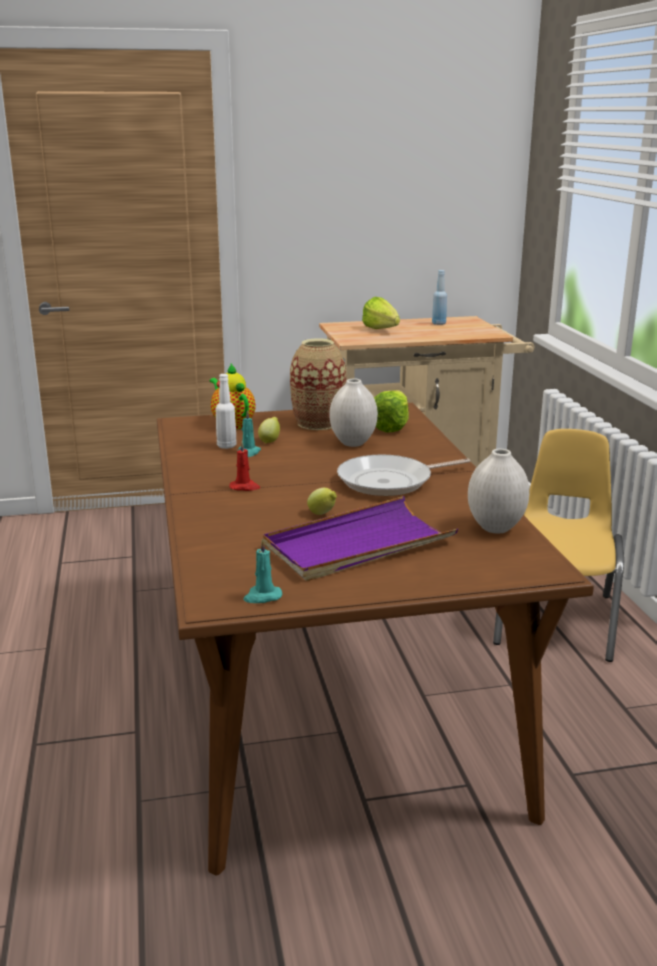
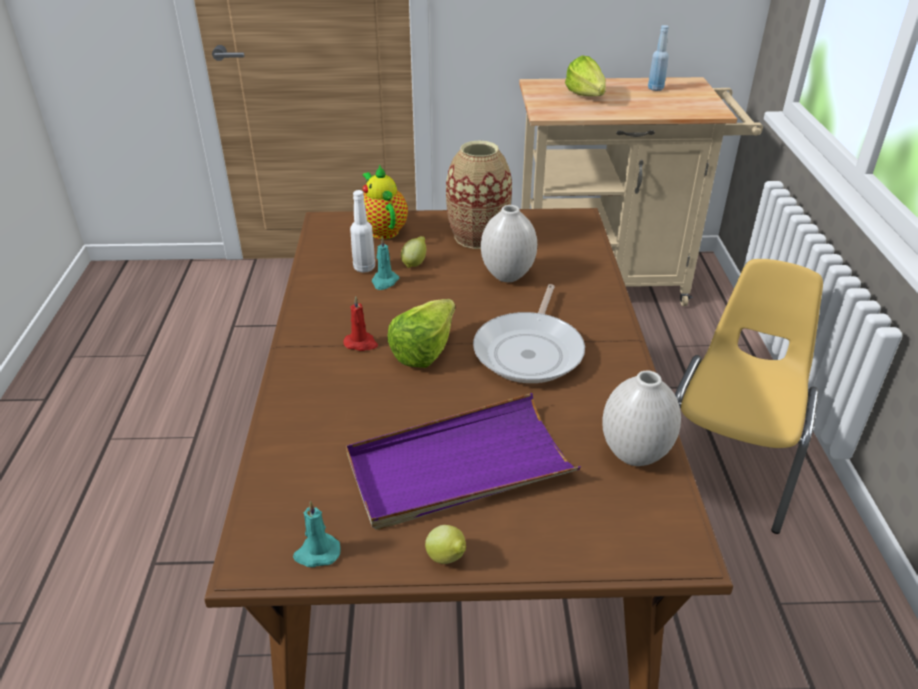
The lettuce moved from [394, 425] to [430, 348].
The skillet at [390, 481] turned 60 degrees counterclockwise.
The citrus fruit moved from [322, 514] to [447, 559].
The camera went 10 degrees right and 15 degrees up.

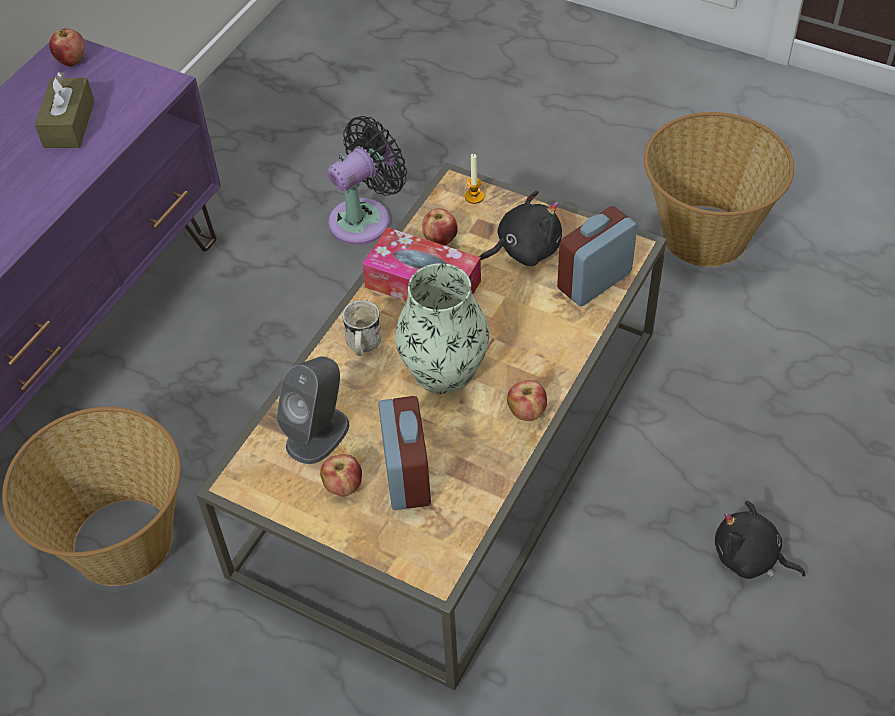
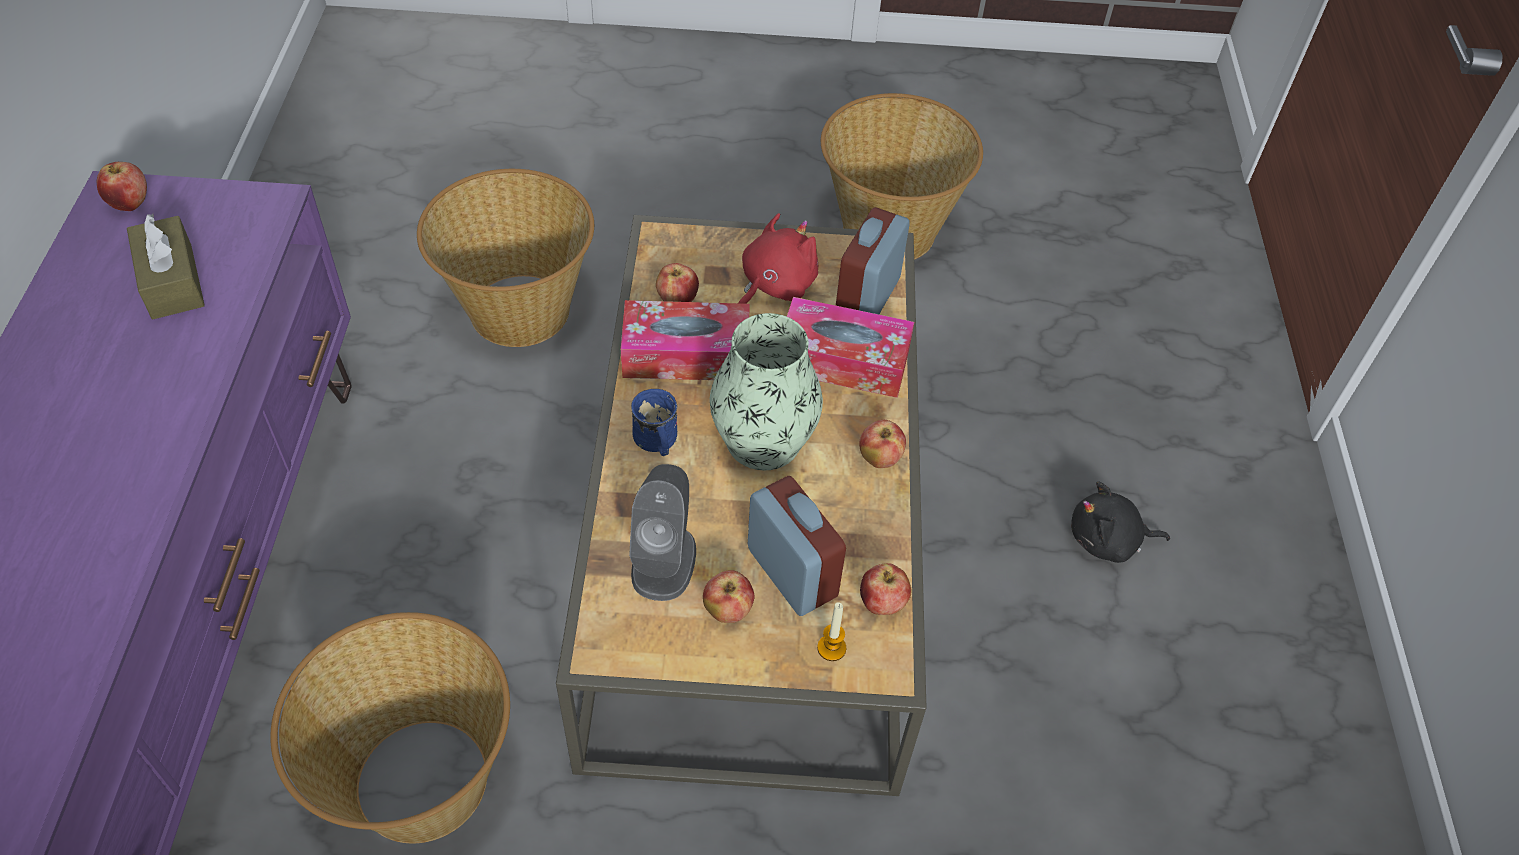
The electric fan in blackish at [365, 218] was replaced by the basket at [519, 312].
The wax candle moved from [474, 196] to [831, 648].
The cuddly toy in blackish at [524, 250] became the cuddly toy in reddish at [774, 285].
The tea mug in white-coloured at [362, 345] became the tea mug in blue at [656, 443].
The box of tissues at [843, 360] appeared.
The apple fruit at [882, 603] appeared.
The camera went 30 degrees left and 0 degrees up.

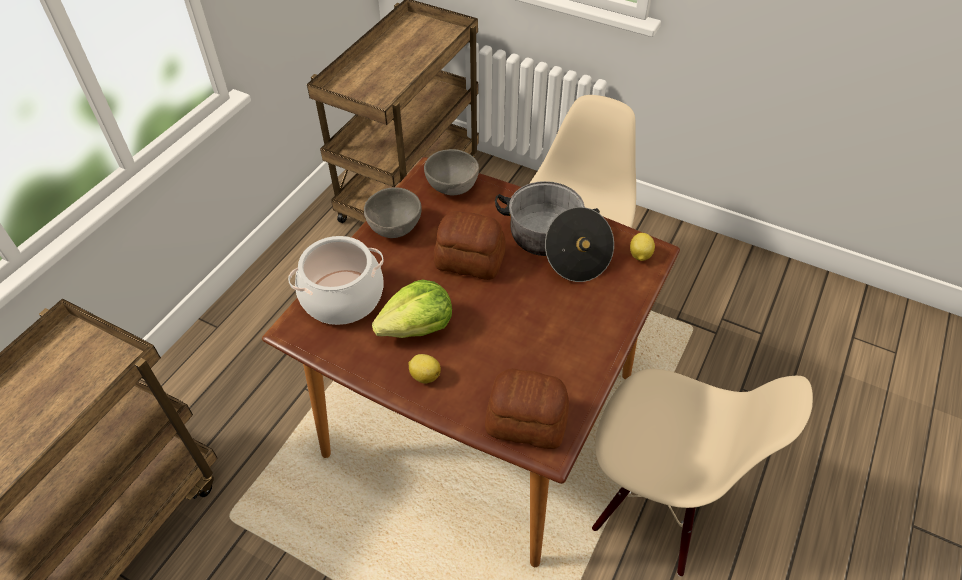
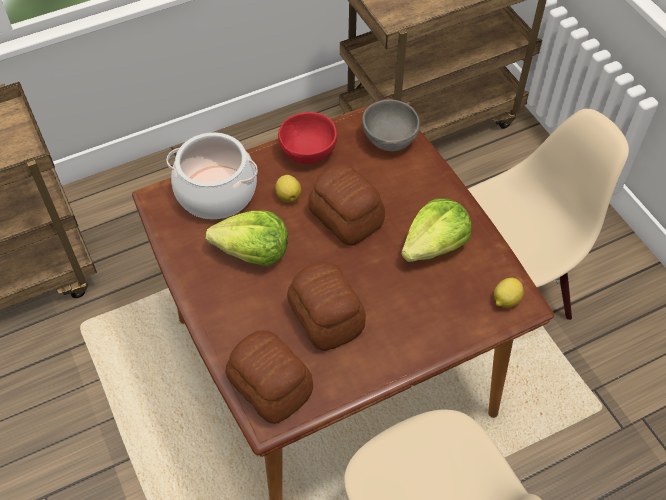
The stockpot at [555, 245] was replaced by the lettuce at [434, 245].
The deep dish in grey at [394, 228] became the deep dish in reddish at [307, 152].
The citrus fruit moved from [424, 375] to [288, 196].
The bakery bread at [326, 316] appeared.
The camera went 35 degrees right and 5 degrees up.

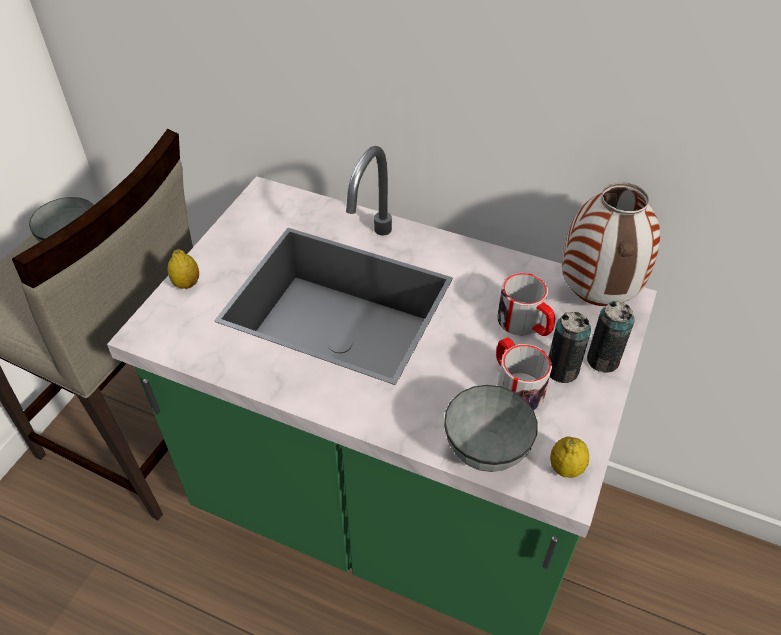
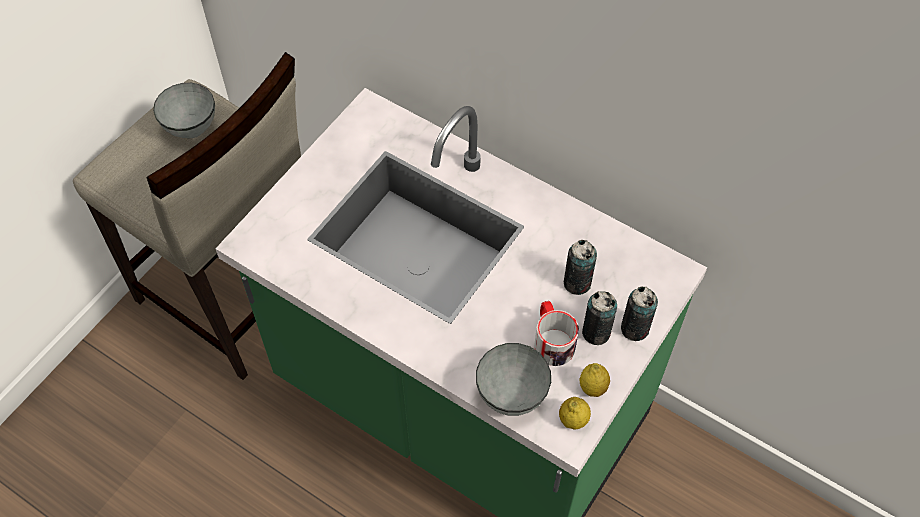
The decorative vase at [597, 299] disappeared.
The citrus fruit moved from [186, 283] to [592, 387].
The tea mug at [525, 324] was replaced by the can at [577, 283].
The camera went 10 degrees right and 10 degrees up.

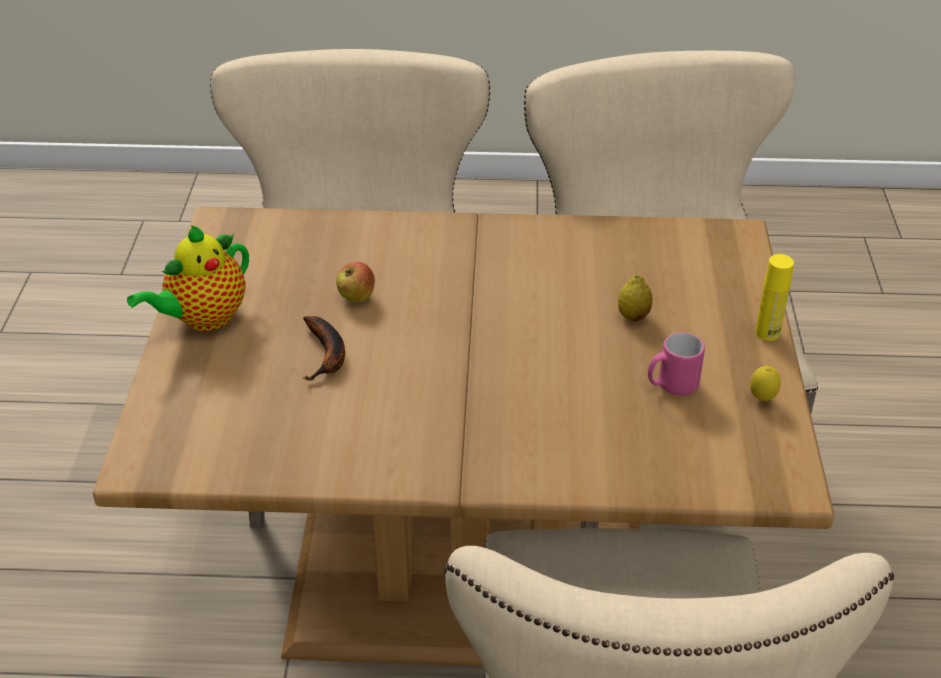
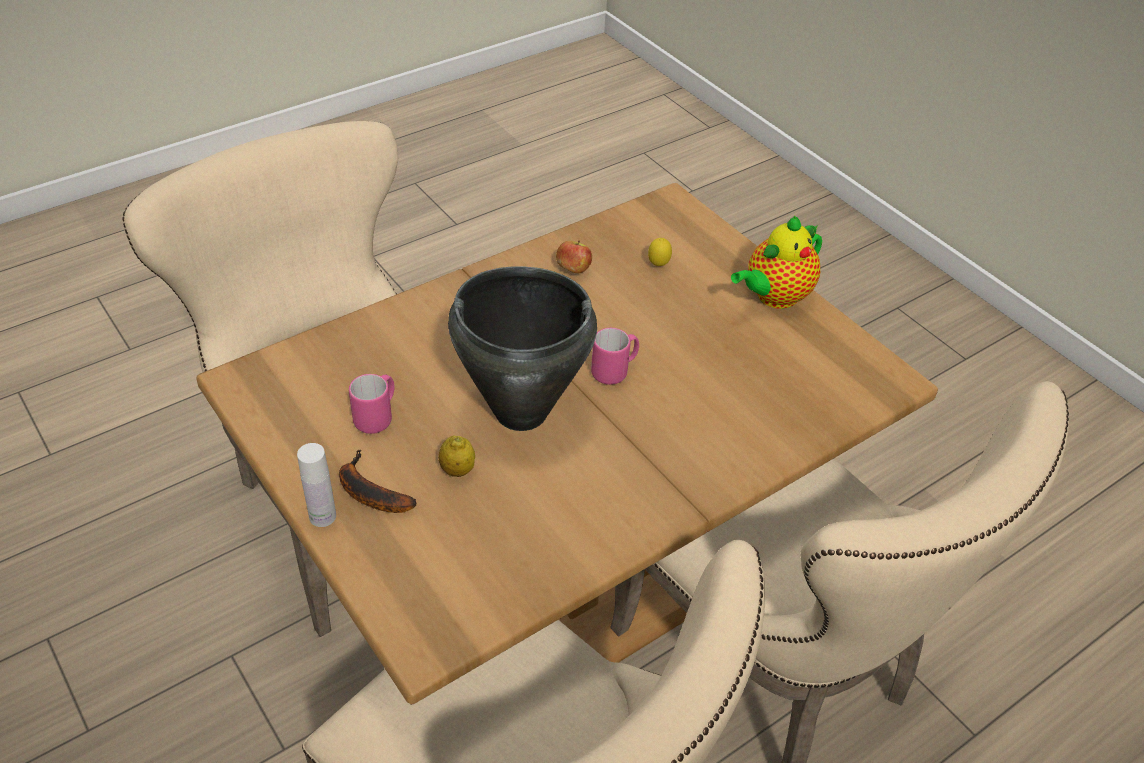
The pot for tea at [203, 319] turned 135 degrees counterclockwise.
The drink bottle in yellow at [767, 333] became the drink bottle in white-coloured at [322, 516].
The apple fruit moved from [357, 297] to [573, 269].
The banana moved from [327, 354] to [368, 492].
The citrus fruit moved from [762, 399] to [658, 265].
The stockpot in blackish at [520, 411] appeared.
The tea mug in pink-coloured at [615, 371] appeared.
The camera went 140 degrees right and 5 degrees up.

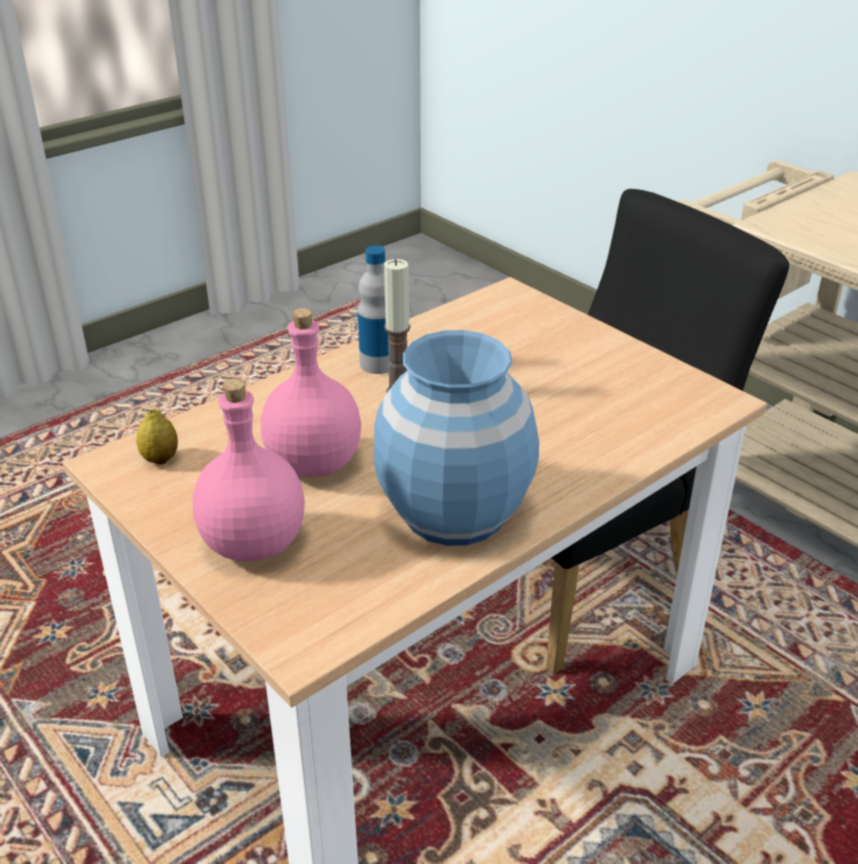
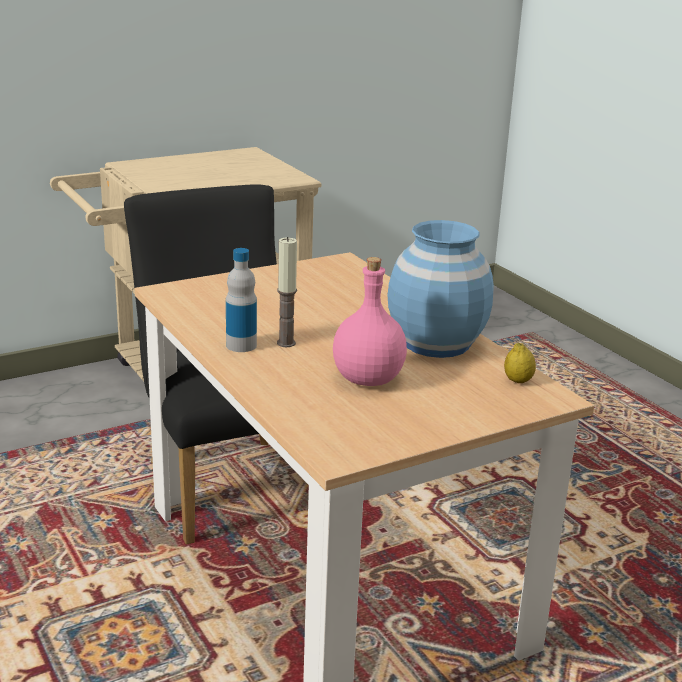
The drink bottle in pink-coloured at [254, 542] disappeared.
The citrus fruit moved from [160, 459] to [518, 381].
The camera went 80 degrees left and 10 degrees down.

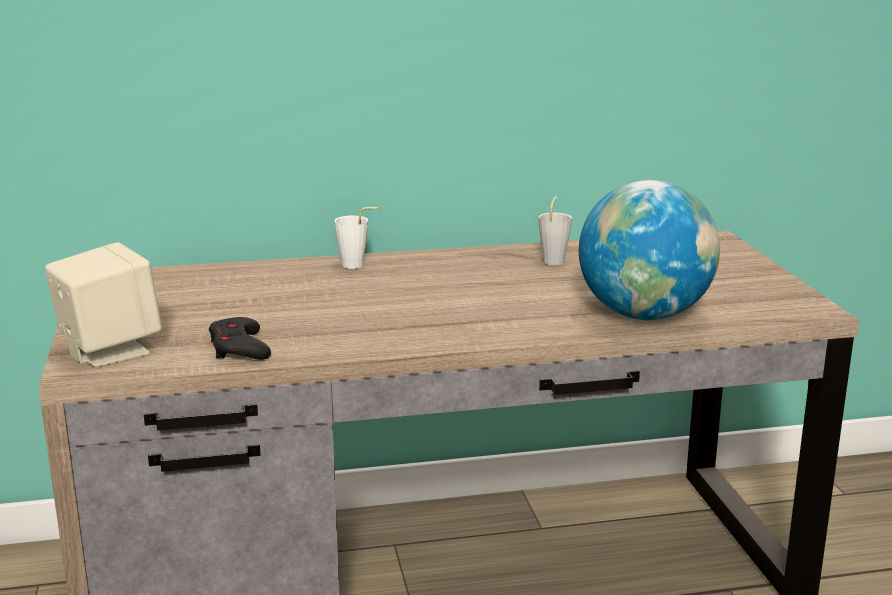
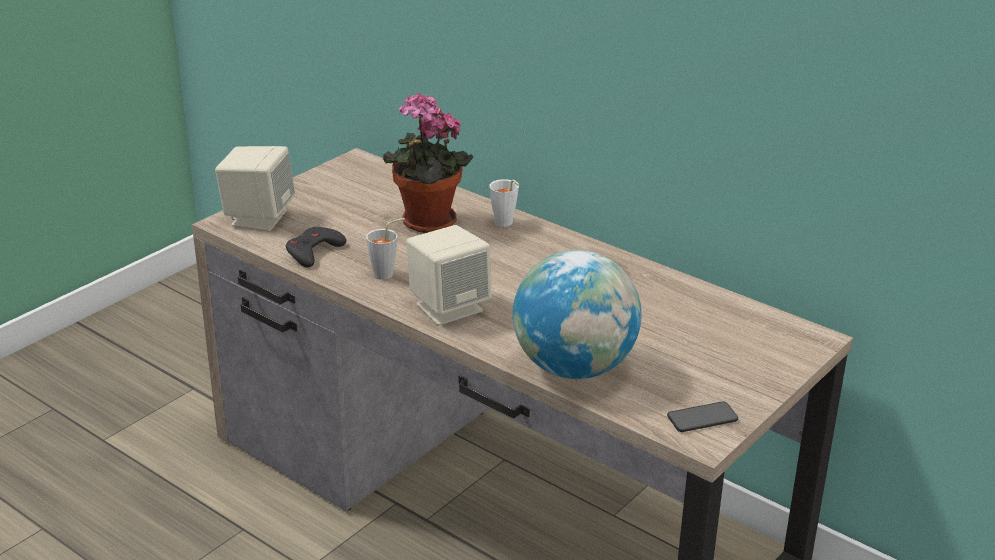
The small cup in grey moved from [554, 260] to [387, 273].
The plant in a pot at [425, 224] appeared.
The audio speaker in beige at [449, 307] appeared.
The telephone at [702, 418] appeared.
The camera went 50 degrees right and 10 degrees up.

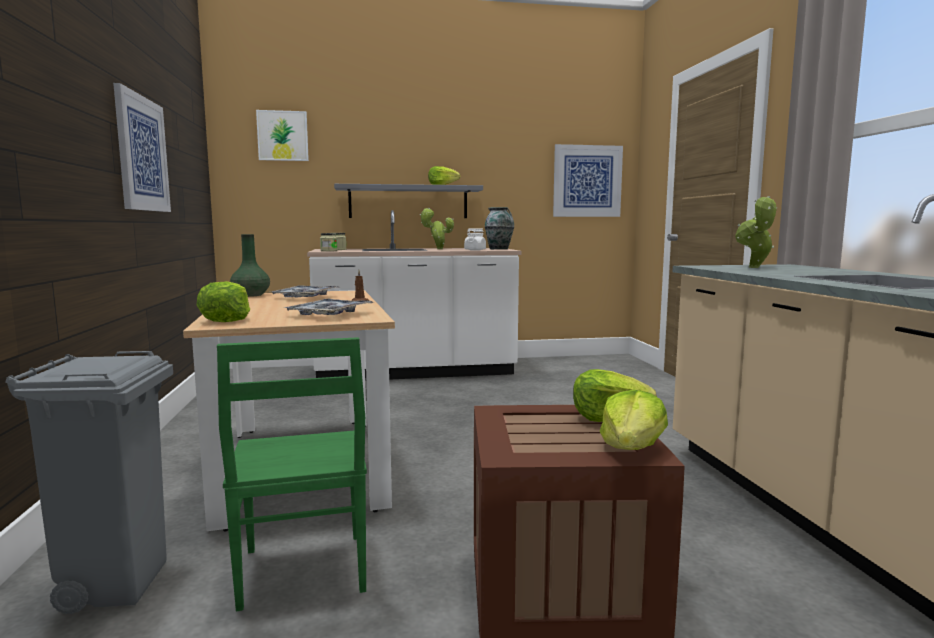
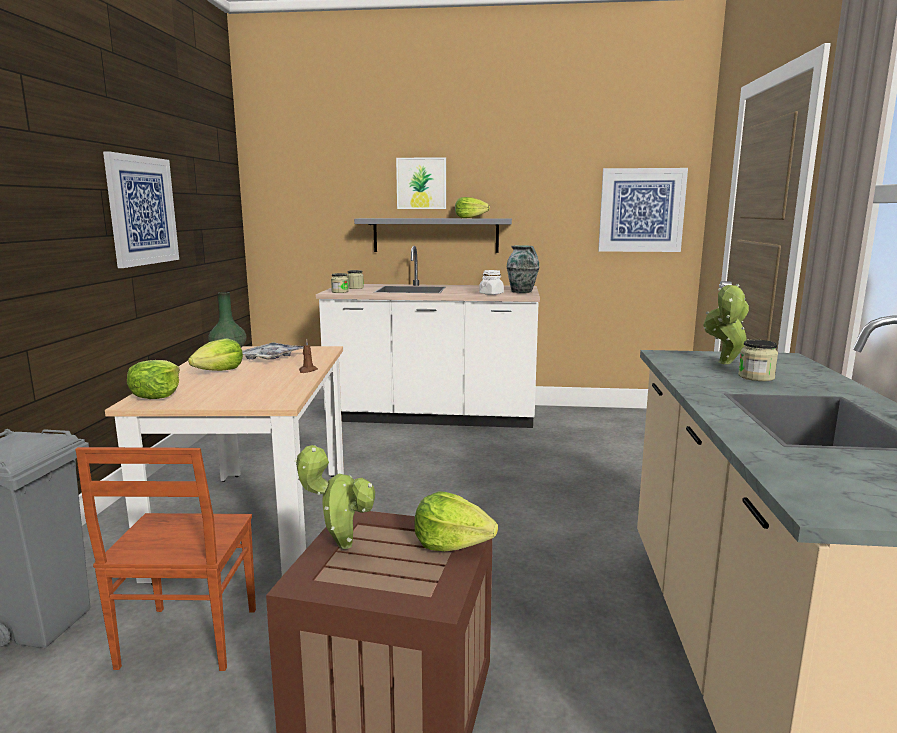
The wall picture moved from [282, 136] to [421, 183].
The plant in a pot moved from [437, 249] to [340, 545].
The carrying tray at [329, 314] disappeared.
The upright chair in green-coloured at [301, 572] became the upright chair in brownish at [186, 639].
The lettuce moved from [632, 448] to [219, 371].
The storage jar at [756, 377] appeared.
The camera went 15 degrees right and 5 degrees up.

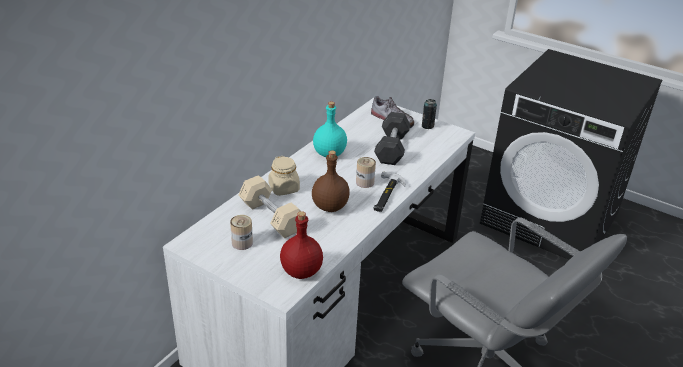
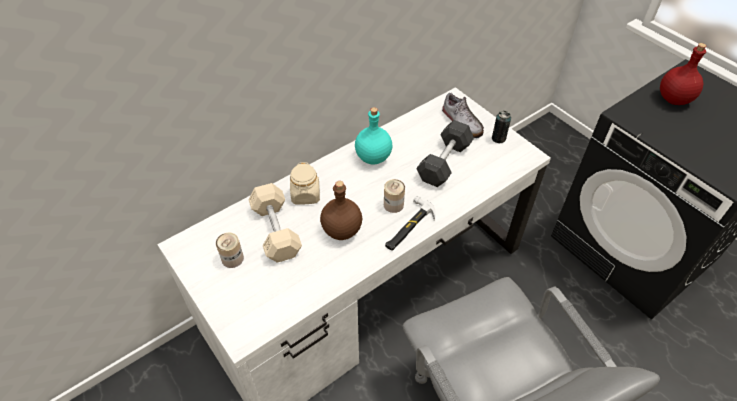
The drink bottle in reddish moved from [301, 271] to [673, 99].
The camera went 20 degrees right and 15 degrees up.

